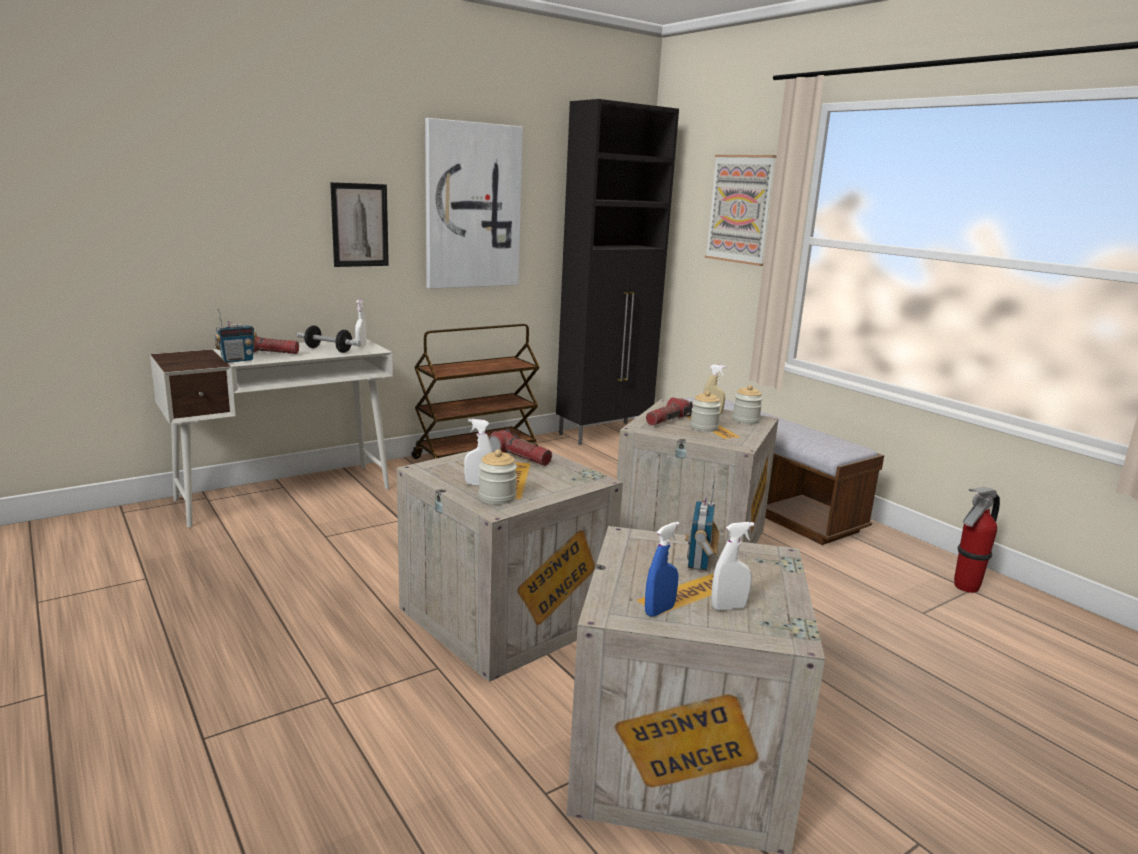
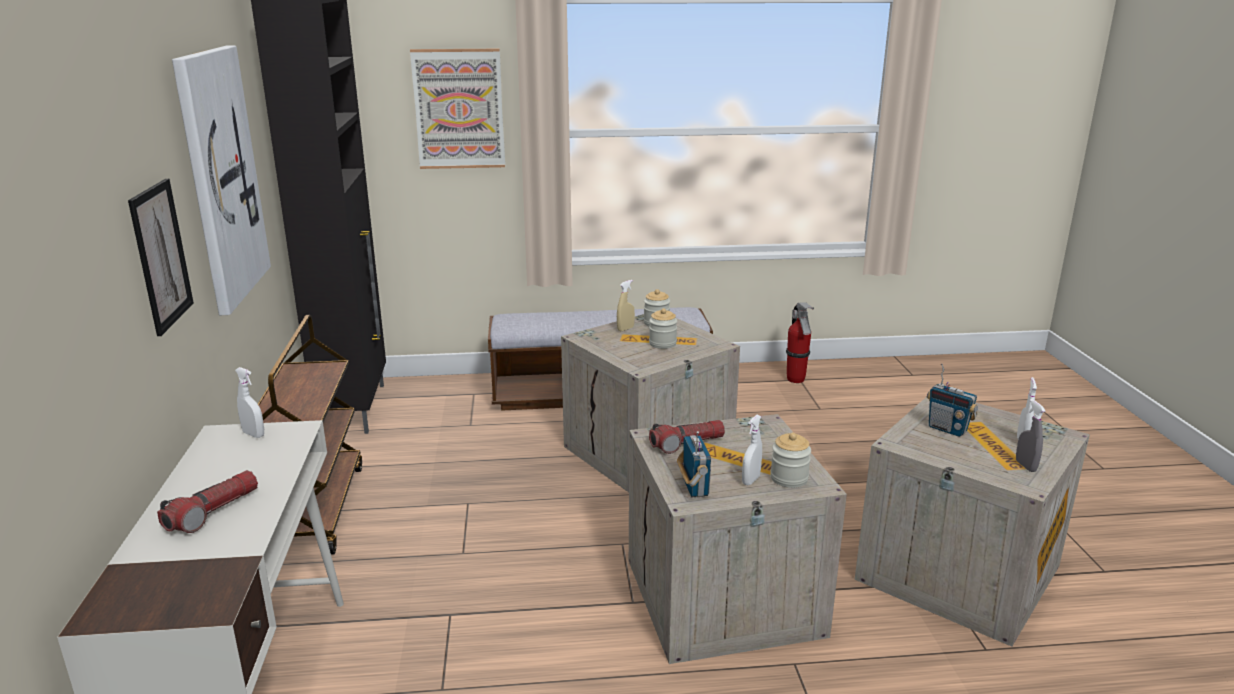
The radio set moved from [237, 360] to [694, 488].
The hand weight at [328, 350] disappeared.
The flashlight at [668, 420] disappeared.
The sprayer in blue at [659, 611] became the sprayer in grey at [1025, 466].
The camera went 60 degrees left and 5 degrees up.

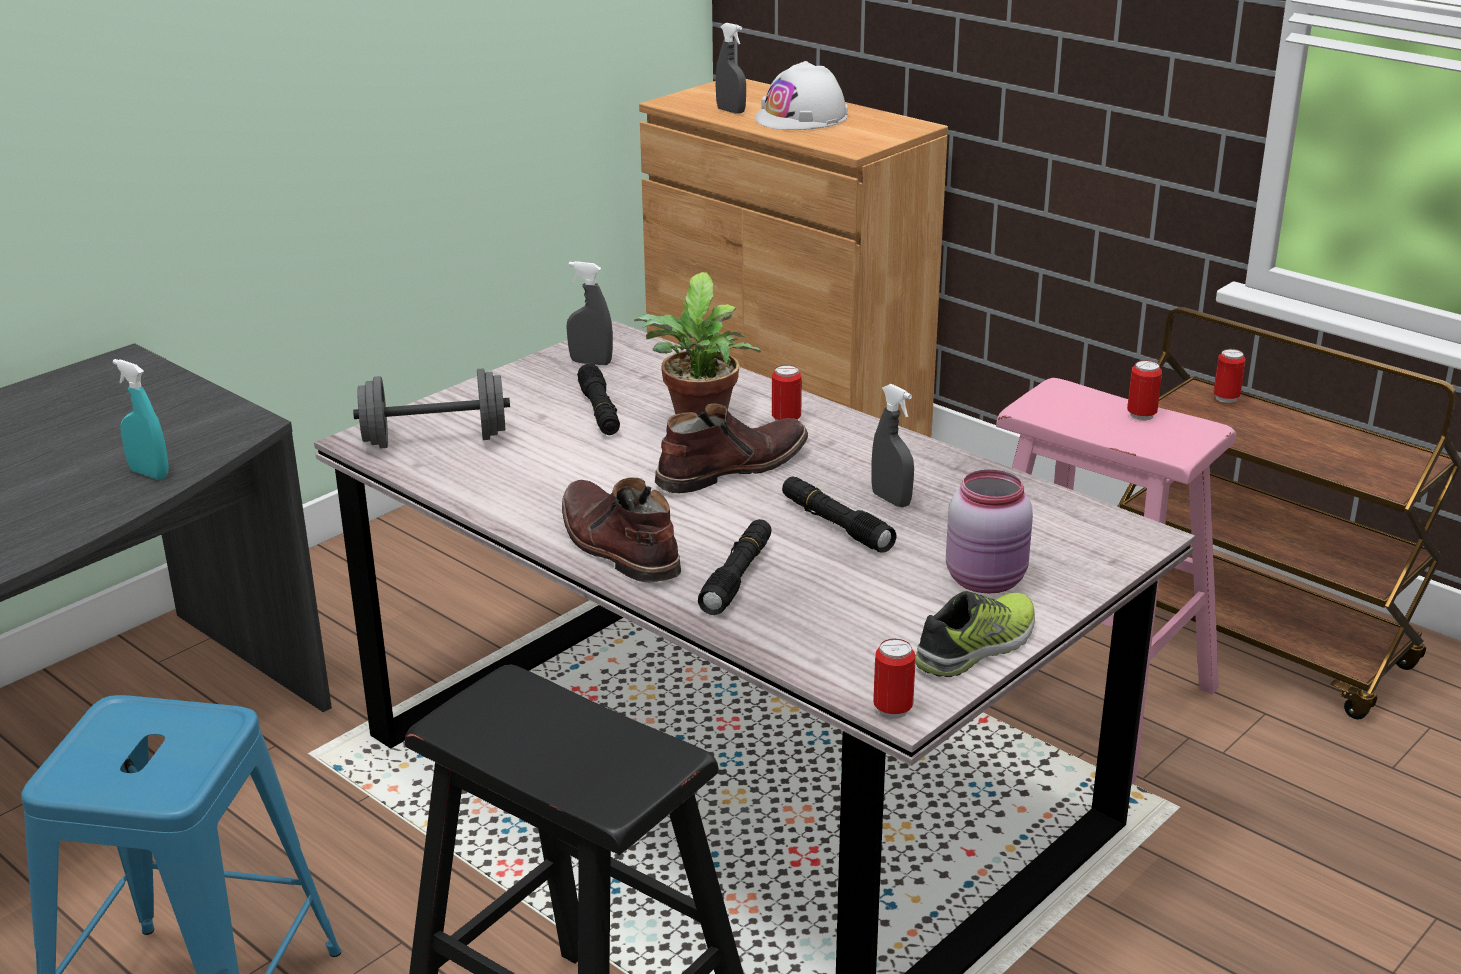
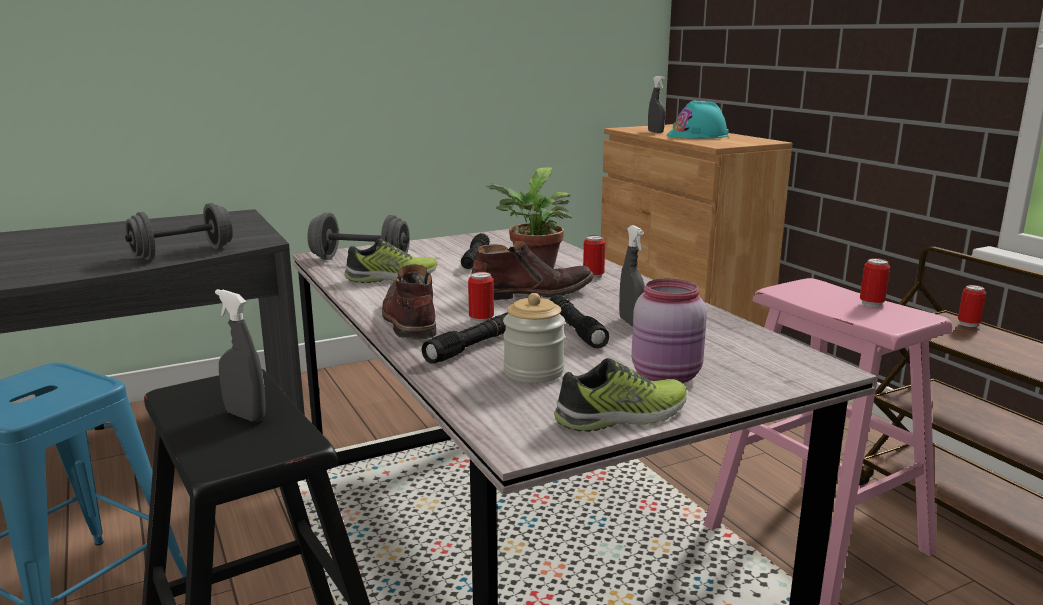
The safety helmet in white-coloured at [802, 117] became the safety helmet in turquoise-coloured at [697, 135].
The sprayer in grey moved from [591, 362] to [245, 415].
The sprayer in turquoise-coloured at [149, 473] was replaced by the hand weight in grey at [183, 253].
The can moved from [892, 709] to [481, 320].
The low shoe at [392, 277] appeared.
The storage jar at [533, 372] appeared.
The camera went 20 degrees right and 10 degrees down.

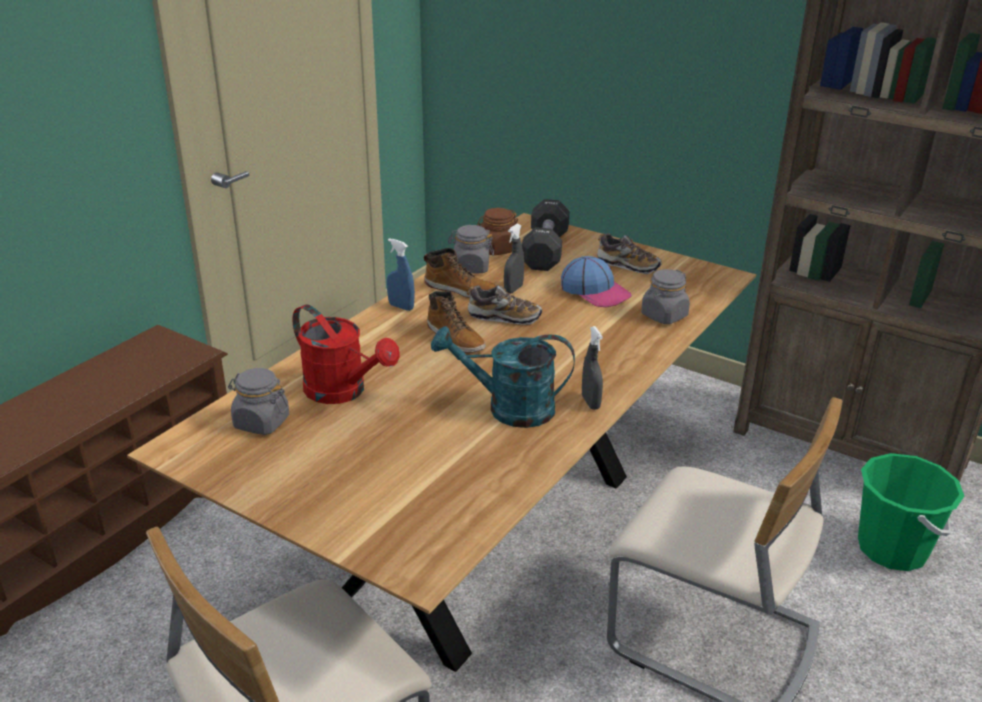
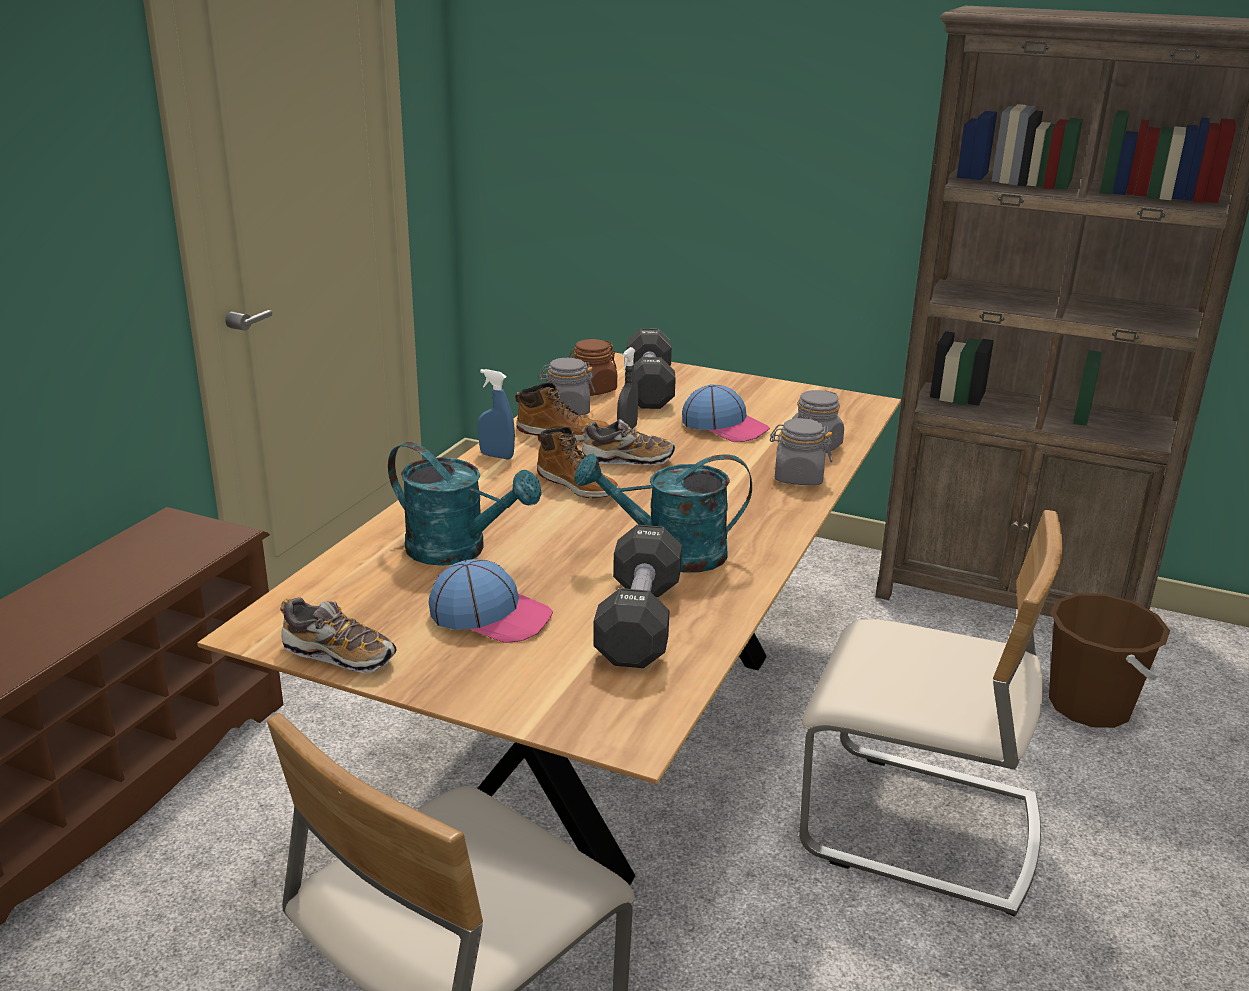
The low shoe moved from [628, 265] to [339, 655].
The watering can in reddish at [343, 392] became the watering can in turquoise-coloured at [458, 551].
The sprayer in grey at [590, 402] disappeared.
The storage jar in grey moved from [261, 422] to [798, 477].
The pail in green-coloured at [892, 549] became the pail in brownish at [1090, 706].
The hand weight in blackish at [639, 622] appeared.
The peaked cap at [491, 615] appeared.
The camera went 10 degrees left and 5 degrees down.

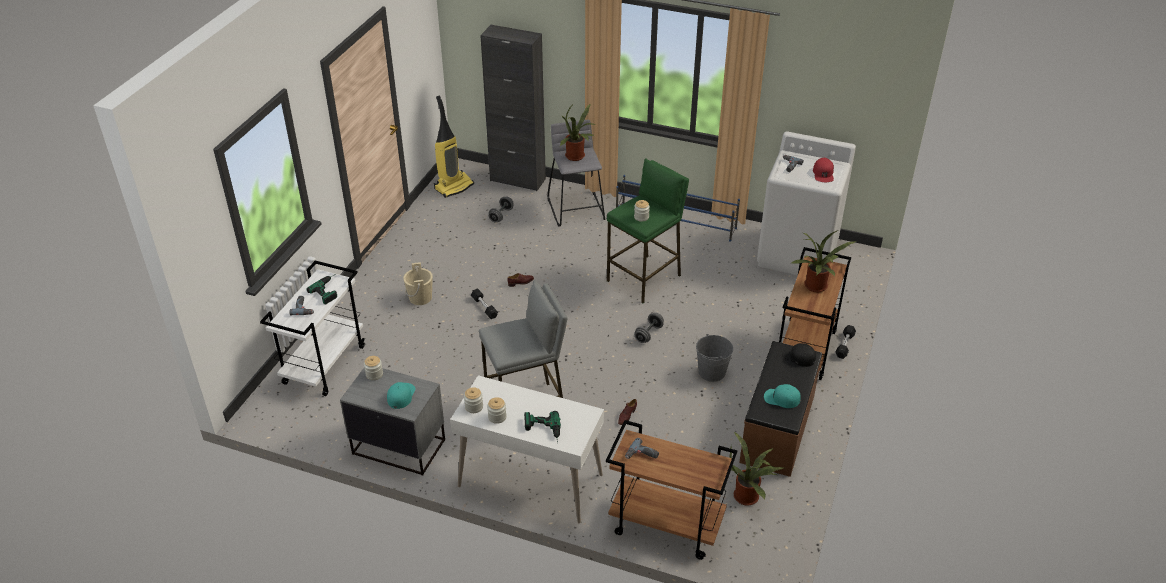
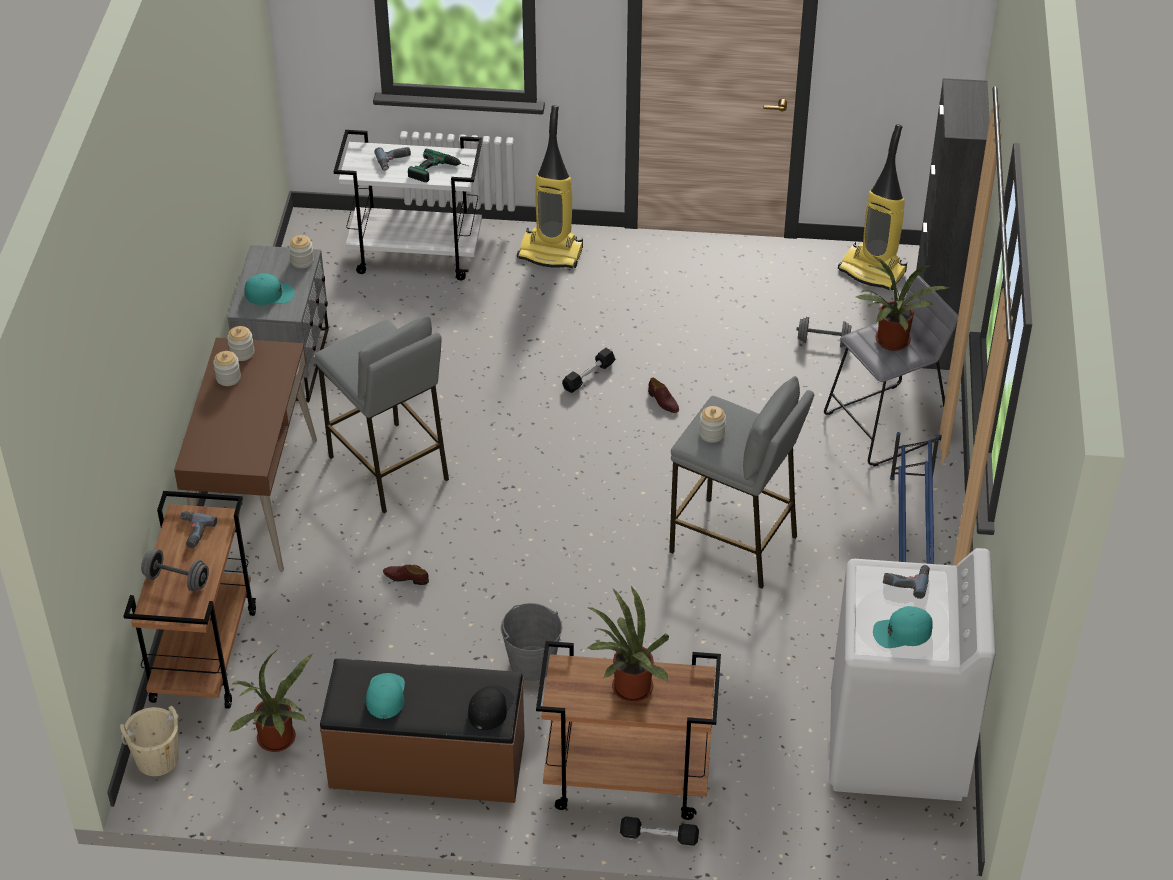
The sitting stool in green-coloured at [645, 278] became the sitting stool in grey at [734, 544].
The peaked cap in reddish at [823, 173] became the peaked cap in turquoise-coloured at [902, 632].
The pail in beige moved from [420, 298] to [157, 759].
The hand weight in grey moved from [648, 334] to [177, 580].
The desk unit in white-coloured at [530, 481] became the desk unit in brownish at [255, 501].
The power drill at [543, 431] disappeared.
The vacuum cleaner at [551, 252] appeared.
The camera went 75 degrees right and 5 degrees up.

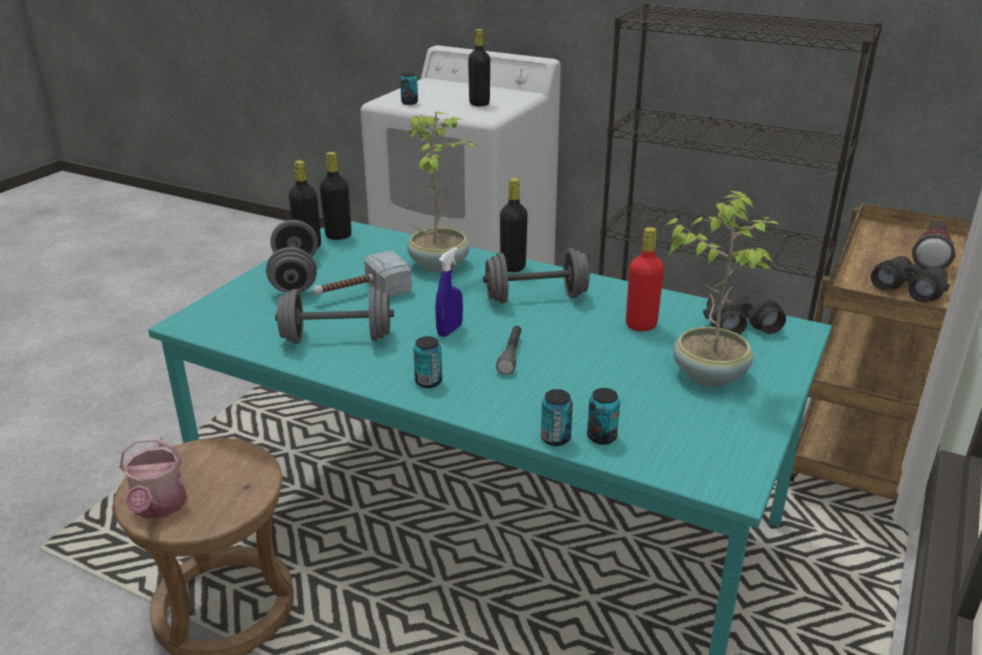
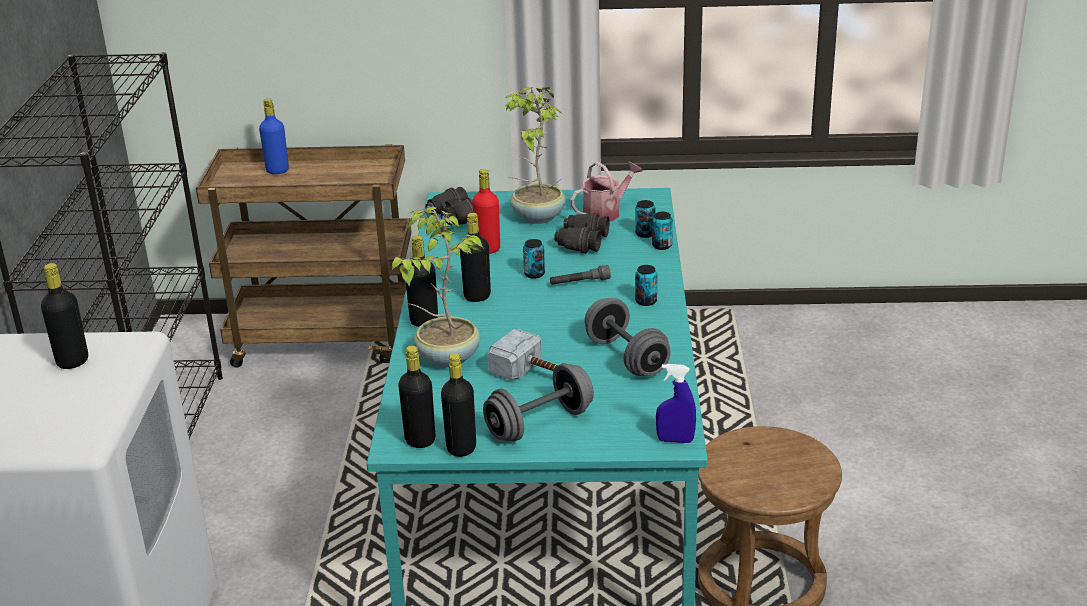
The can moved from [409, 102] to [534, 274].
The flashlight at [930, 257] was replaced by the drink bottle in blue at [277, 170].
The sprayer in blue moved from [449, 330] to [675, 440].
The hand weight in grey at [536, 297] was replaced by the drink bottle in blackish at [477, 296].
The binoculars in blackish moved from [908, 288] to [581, 242].
The watering can moved from [158, 507] to [606, 212].
The camera went 115 degrees left and 0 degrees up.

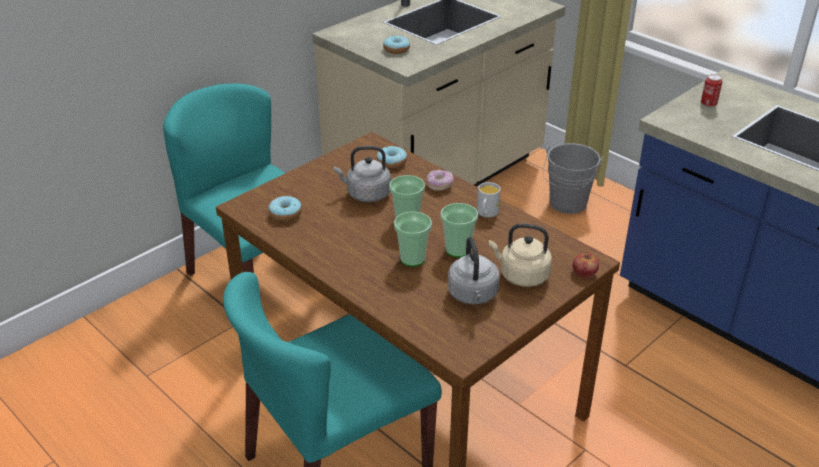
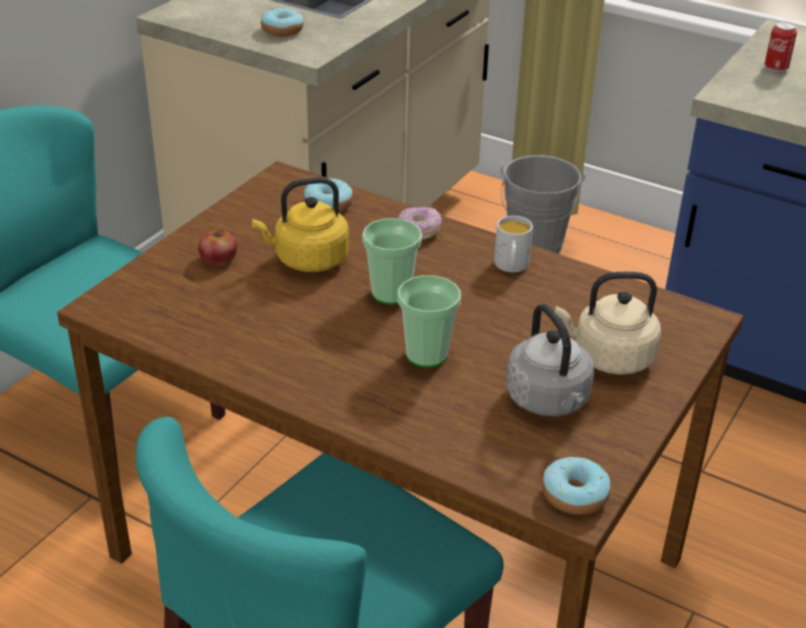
The water kettle in grey at [366, 194] became the water kettle in yellow at [307, 260].
The donut moved from [285, 214] to [574, 495].
The small cup at [457, 250] disappeared.
The apple fruit moved from [584, 272] to [218, 259].
The camera went 15 degrees left and 0 degrees up.

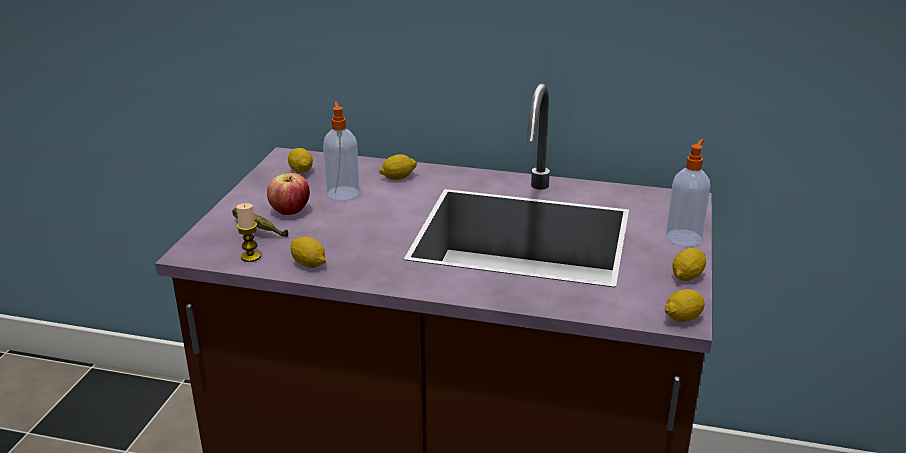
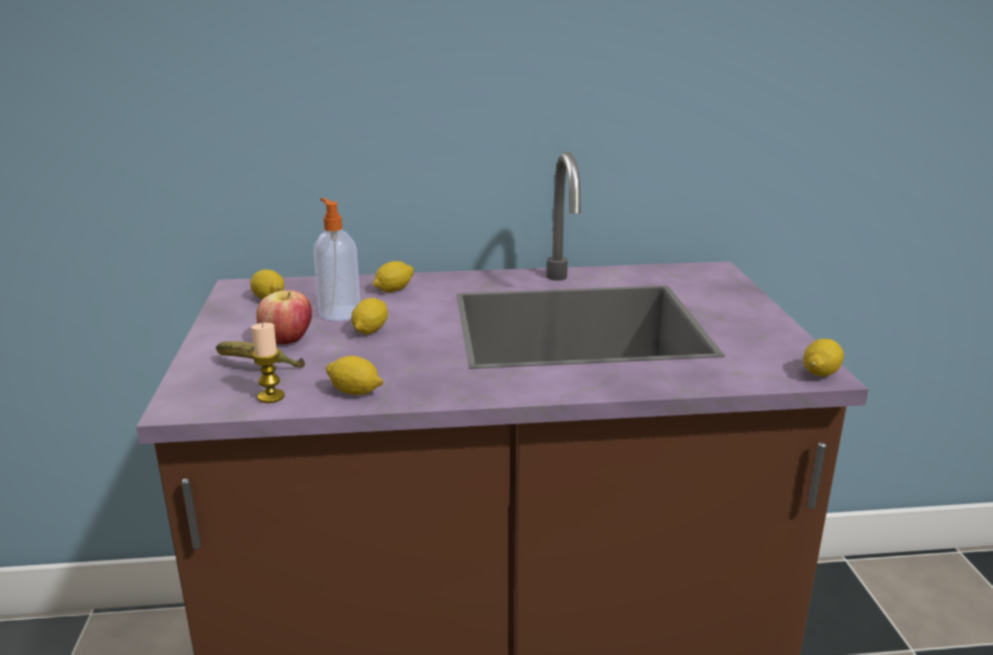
The soap dispenser at [684, 237] disappeared.
The citrus fruit moved from [687, 276] to [370, 330].
The camera went 20 degrees left and 5 degrees down.

